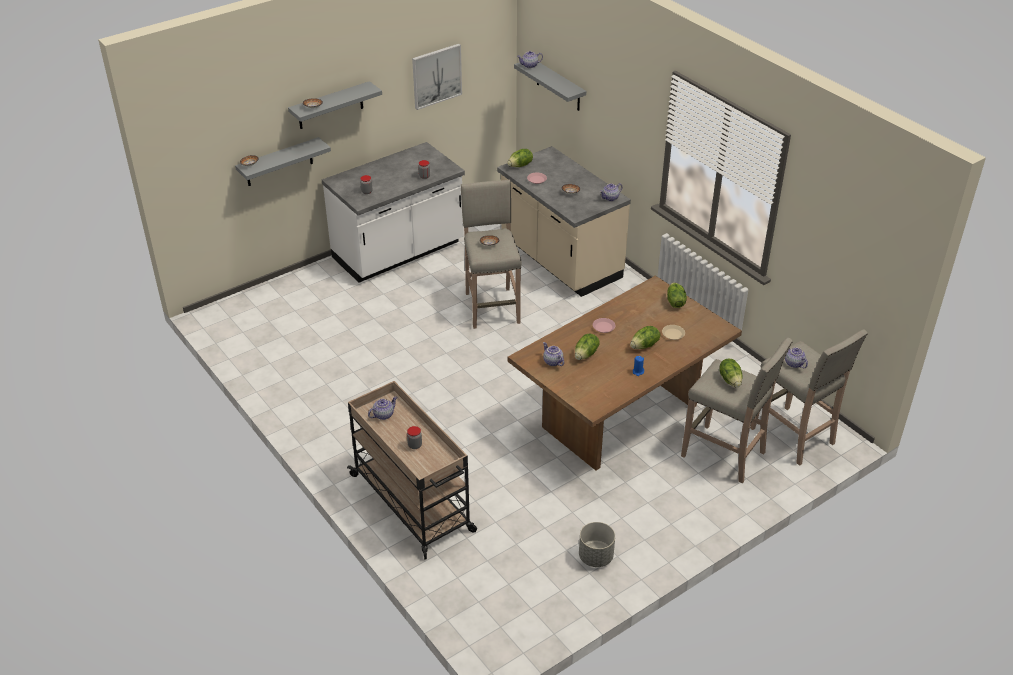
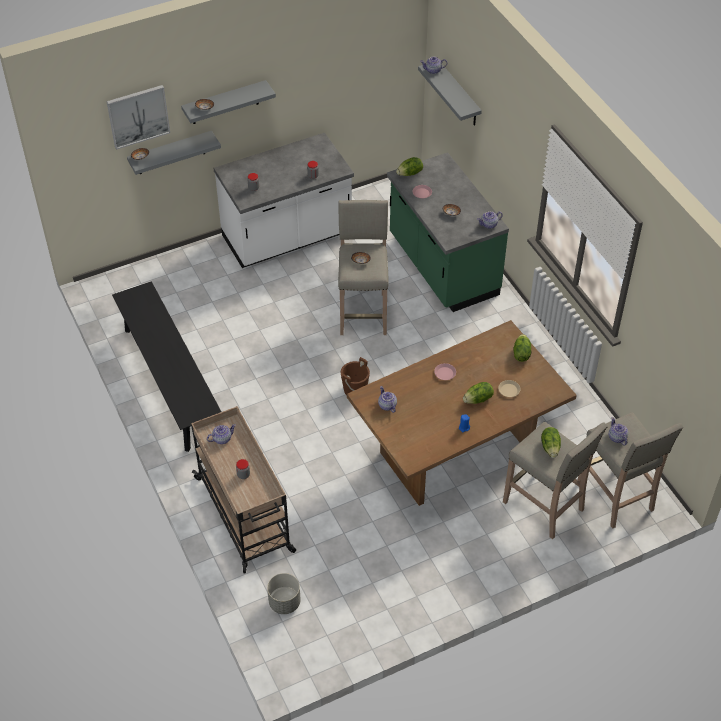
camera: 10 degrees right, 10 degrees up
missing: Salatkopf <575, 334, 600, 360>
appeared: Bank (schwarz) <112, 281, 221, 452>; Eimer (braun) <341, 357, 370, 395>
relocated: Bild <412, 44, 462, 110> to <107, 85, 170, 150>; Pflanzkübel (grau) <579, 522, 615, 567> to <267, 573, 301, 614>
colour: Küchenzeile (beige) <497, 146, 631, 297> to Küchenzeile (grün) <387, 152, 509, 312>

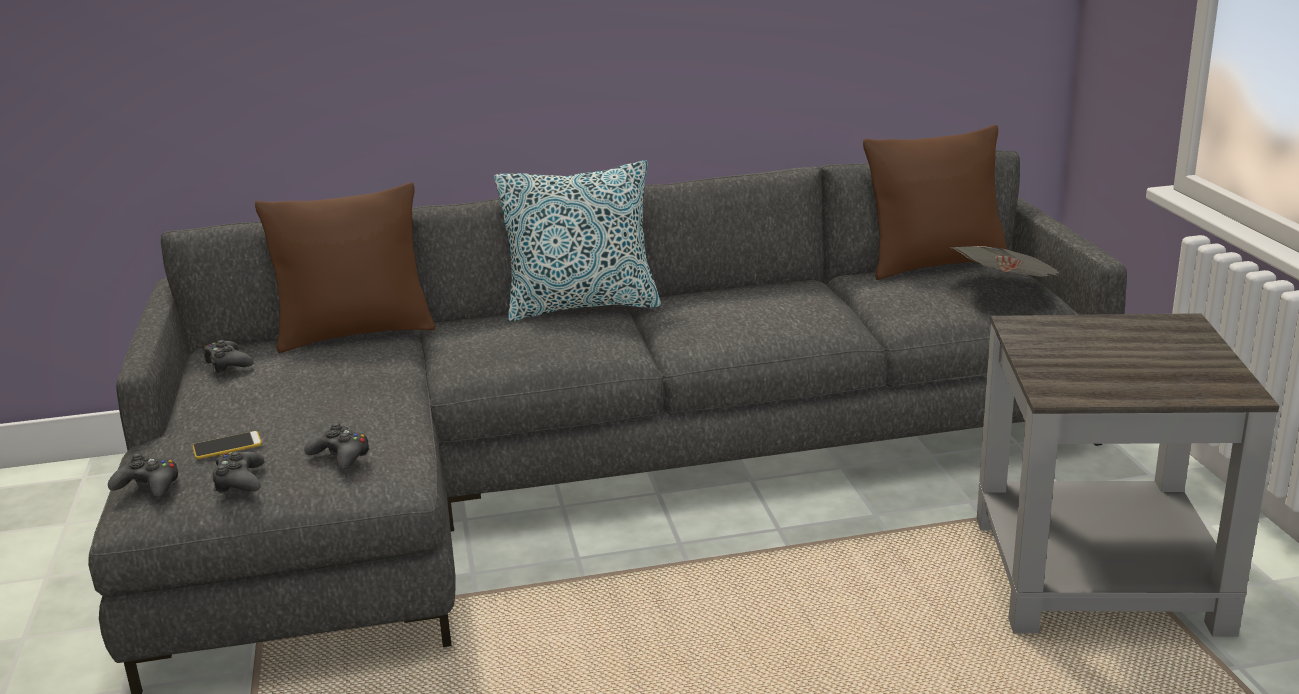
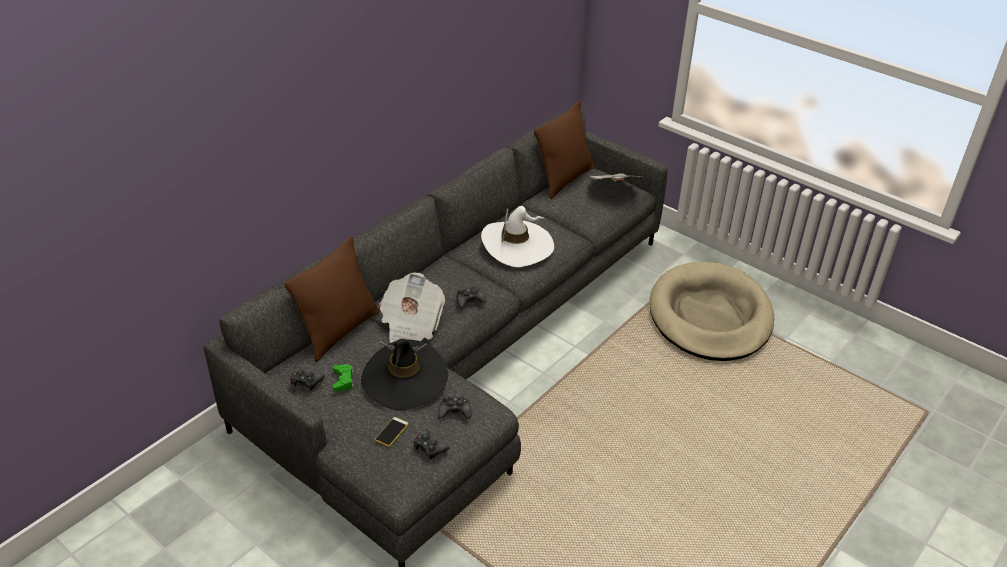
camera: 40 degrees left, 15 degrees up
missing: Kissen <494, 160, 661, 322>
appeared: Hut (weiß) <481, 206, 554, 267>; Zeitung <379, 273, 445, 343>; Hut (schwarz) <361, 339, 448, 410>; Gamepad (grün) <333, 364, 354, 391>
relocated: Gamepad (schwarz) <108, 453, 178, 497> to <457, 287, 486, 309>
exchanged: Beistelltisch (grau) <977, 313, 1279, 637> to Hundebett (beige) <649, 262, 774, 361>

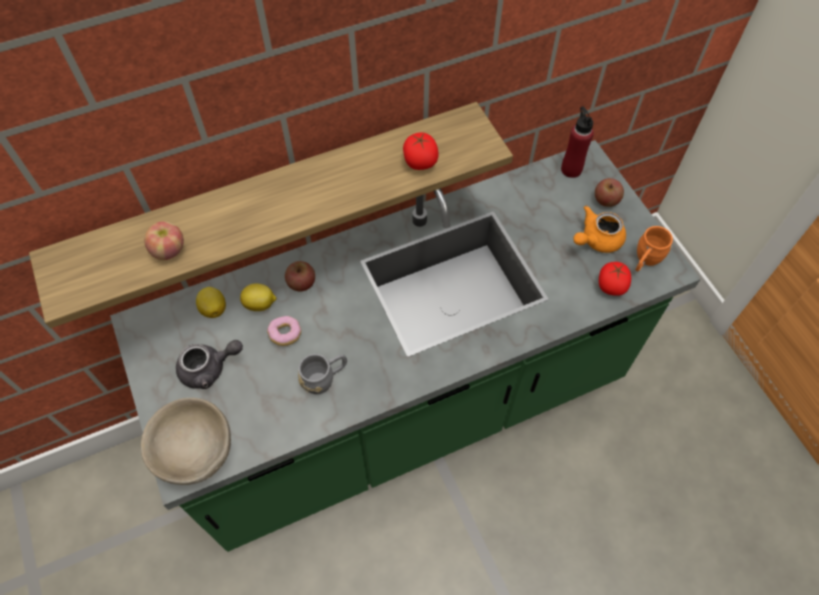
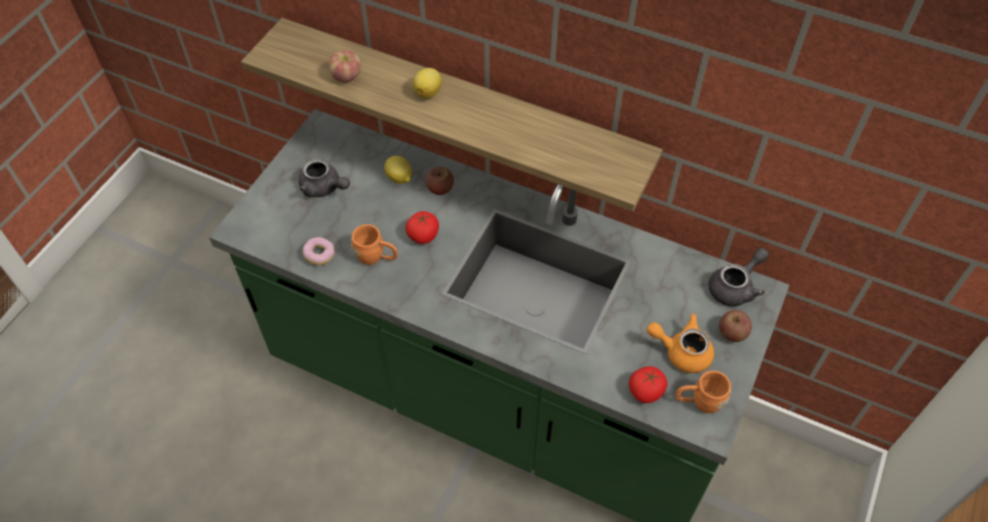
camera: 50 degrees right, 5 degrees down
missing: Schüssel (beige) <141, 398, 231, 485>
relocated: Tomate <403, 132, 439, 170> to <405, 211, 439, 244>; Zitrone <196, 287, 226, 318> to <413, 68, 442, 99>; Donut <267, 316, 301, 346> to <303, 237, 335, 265>
exchanged: Flasche (rot) <561, 106, 594, 178> to Teekanne (grau) <709, 248, 769, 306>
colour: Henkelbecher (grau) <298, 354, 347, 394> to Henkelbecher (orange) <351, 224, 398, 265>

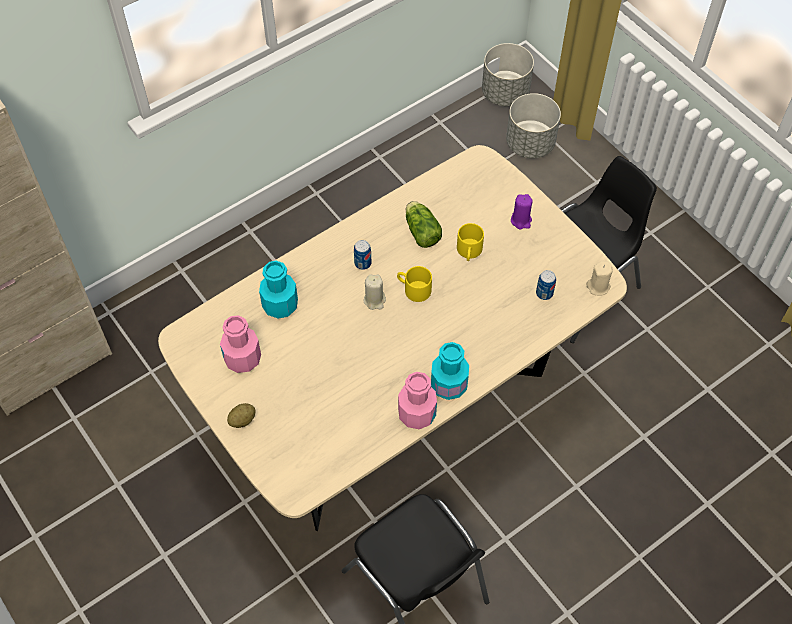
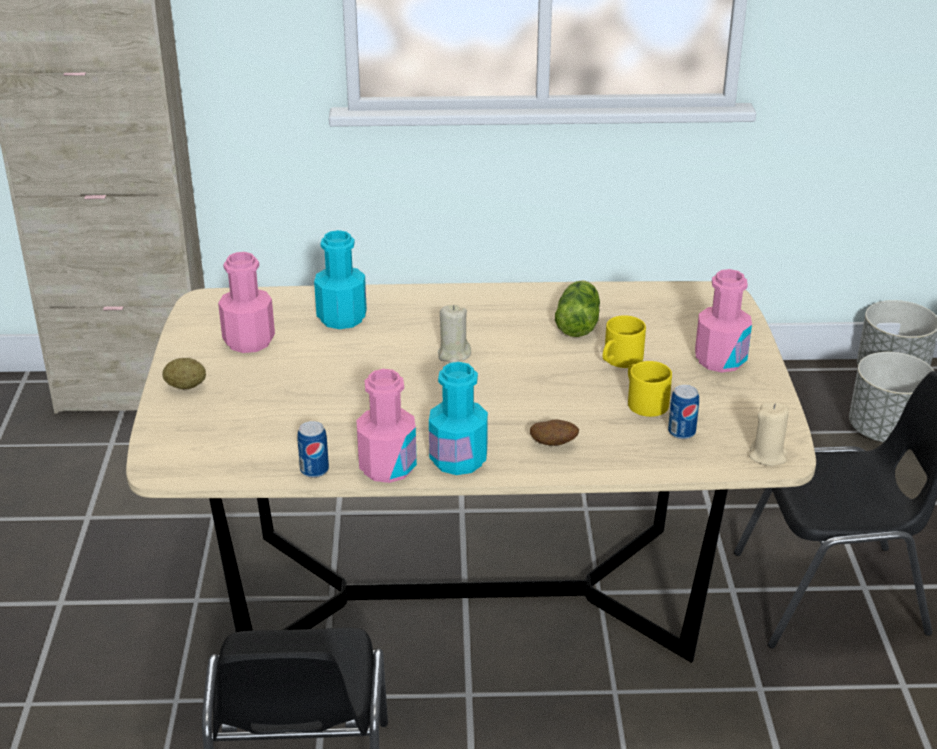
camera: 35 degrees right, 25 degrees down
appeared: Kartoffel <530, 420, 579, 446>
relocated: Dose <354, 240, 371, 270> to <297, 421, 329, 478>; Henkelbecher (gelb) <397, 266, 432, 302> to <628, 361, 672, 417>
exchanged: Kerze (lila) <511, 194, 533, 229> to Flasche (rosa) <695, 269, 752, 373>

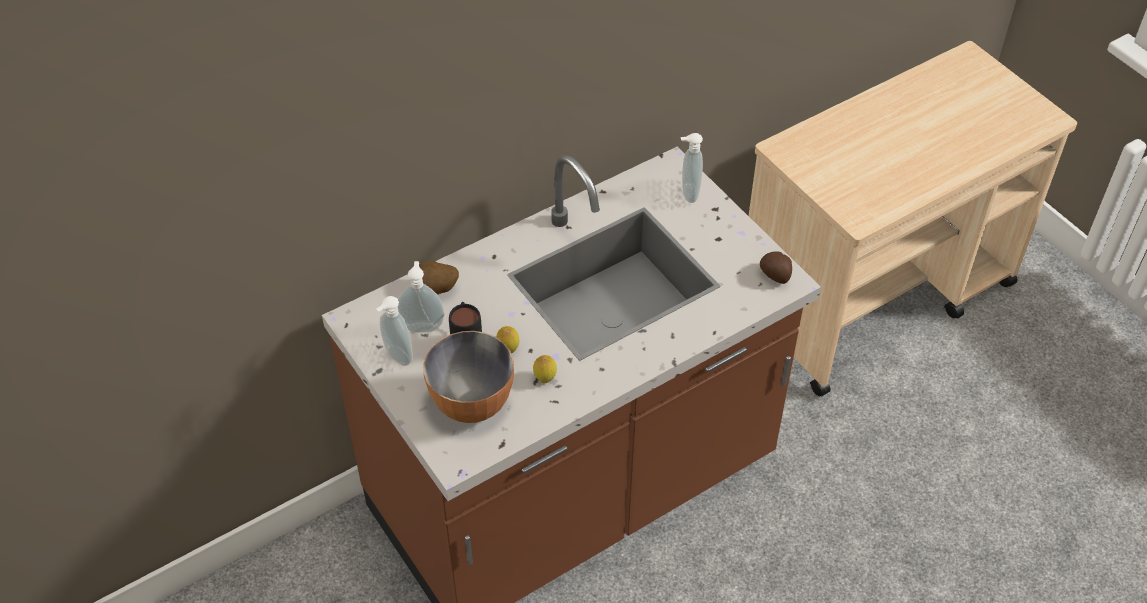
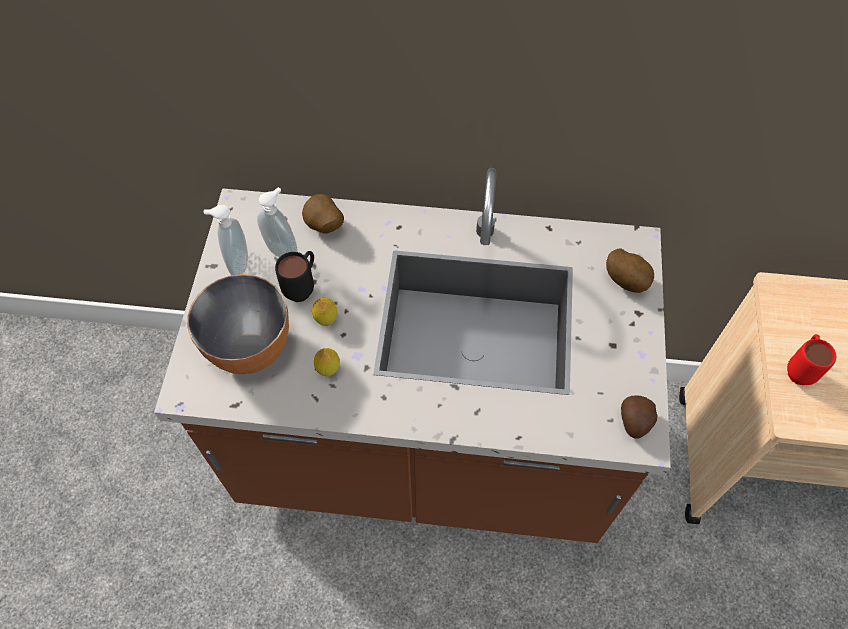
camera: 40 degrees right, 10 degrees up
appeared: Henkelbecher (rot) <787, 334, 836, 385>
exchanged: Seifenspender <681, 133, 703, 203> to Kartoffel <606, 249, 654, 293>

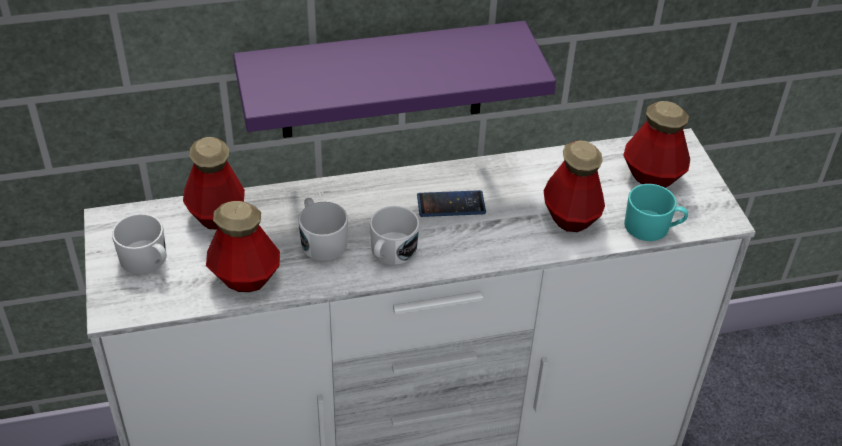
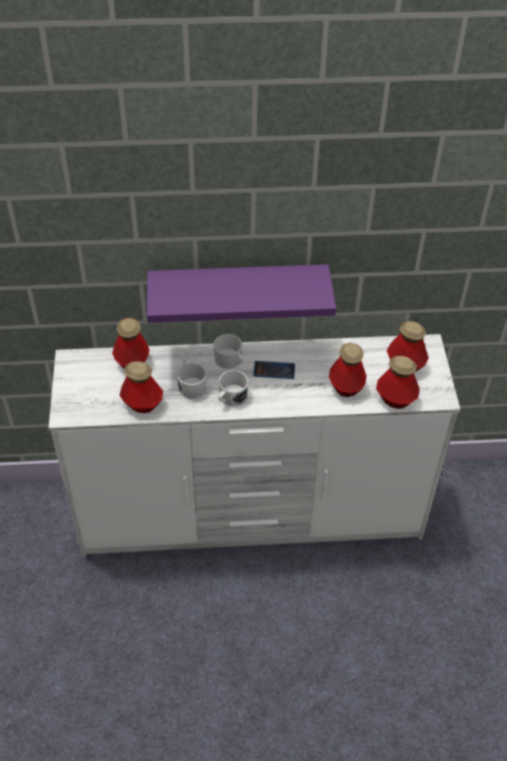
camera: 10 degrees right, 5 degrees up
relocated: Henkelbecher (weiß) <112, 214, 167, 274> to <213, 334, 243, 369>
exchanged: Henkelbecher (türkis) <624, 184, 688, 241> to Flasche <376, 356, 420, 409>

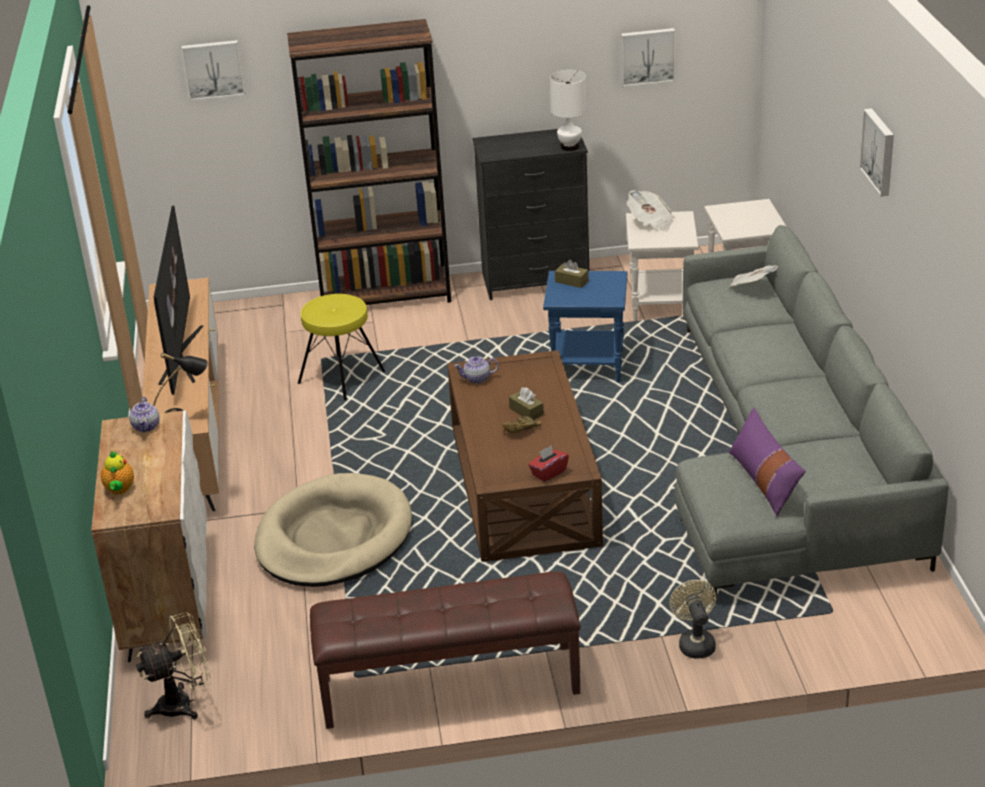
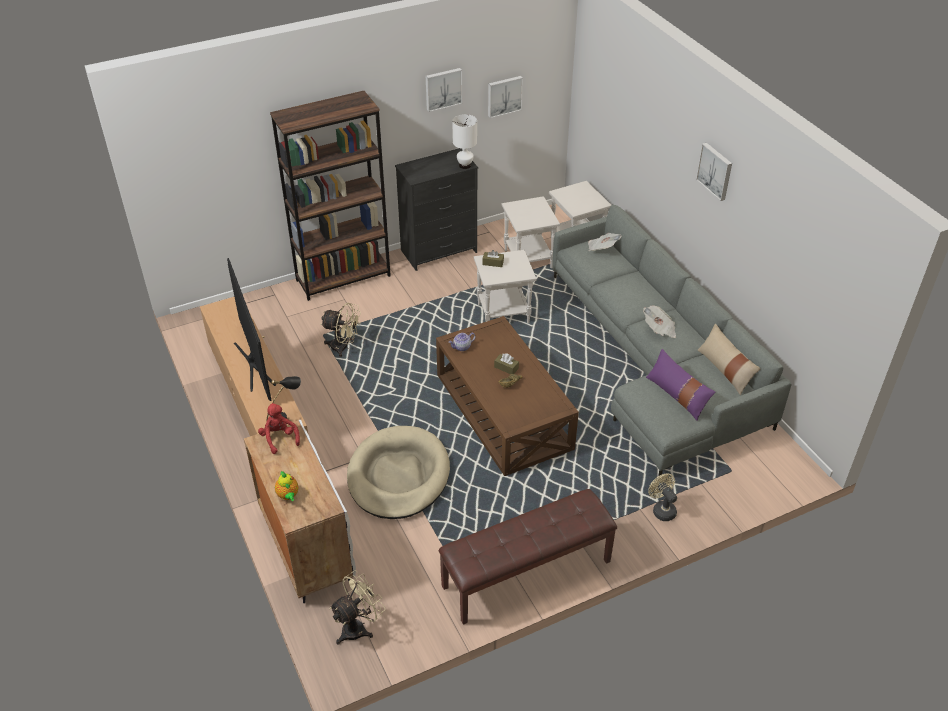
camera: 20 degrees left, 10 degrees up
missing: Taschentuchbox (rot) <528, 445, 569, 482>
appeared: Kissen (beige) <698, 324, 761, 395>
relocated: Bild <181, 40, 245, 101> to <426, 68, 462, 112>; Zeitung <627, 190, 675, 232> to <643, 305, 676, 338>
exchanged: Hocker (gelb) <298, 294, 385, 400> to Ventilator (beige) <321, 303, 361, 357>; Teekanne <129, 397, 160, 432> to Plüschtier (rot) <258, 403, 300, 454>
colour: Beistelltisch (blau) <543, 271, 627, 383> to Beistelltisch (weiß) <474, 250, 536, 323>

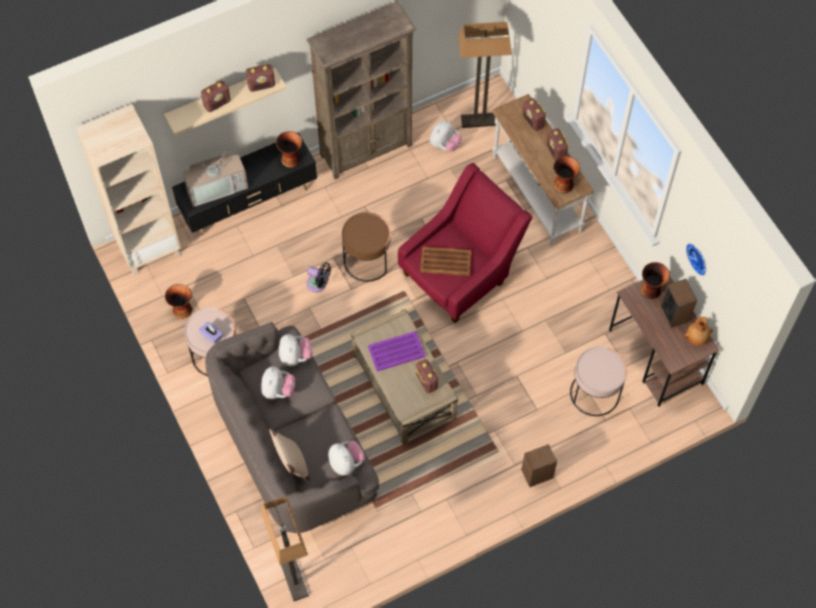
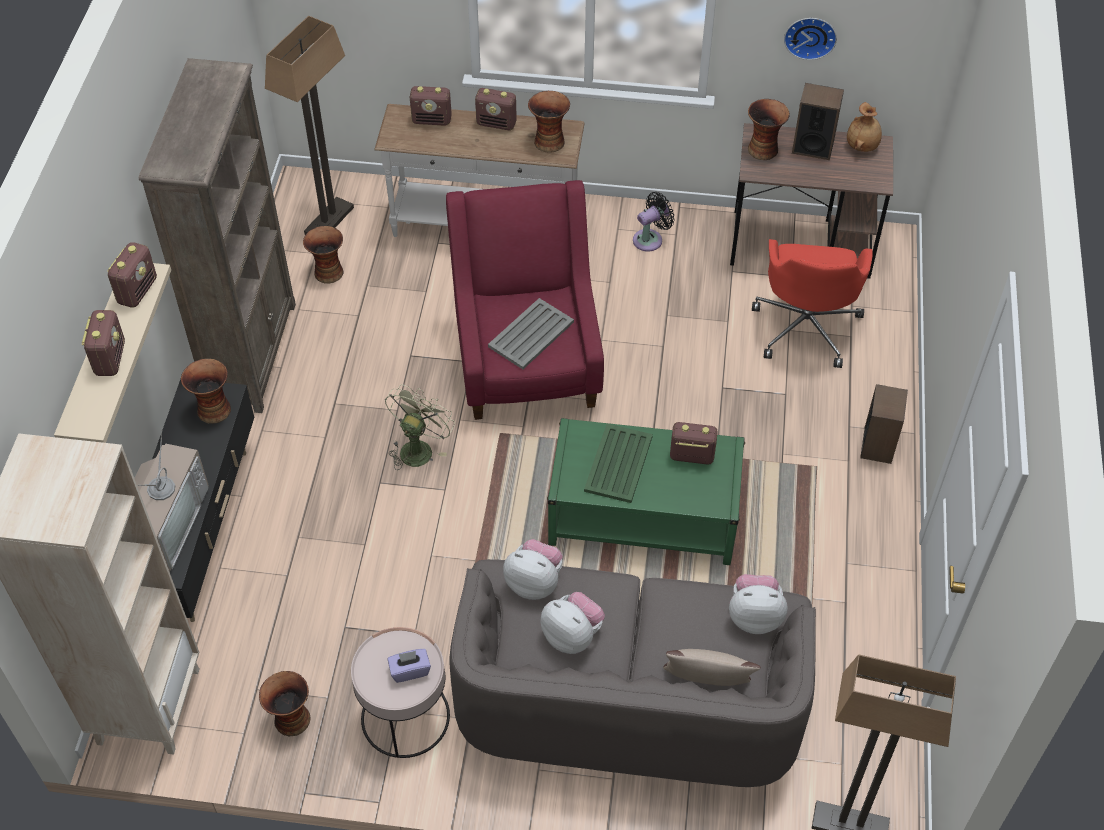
camera: 55 degrees left, 10 degrees down
relocated: Ventilator (schwarz) <306, 262, 331, 293> to <633, 192, 674, 252>
exchanged: Plüschtier <429, 121, 462, 152> to Vase <303, 226, 343, 284>; Beistelltisch (braun) <342, 212, 391, 282> to Ventilator (grün) <385, 384, 455, 470>; Beistelltisch (rosa) <570, 346, 627, 416> to Bürostuhl (rot) <752, 239, 872, 368>
colour: Tablett (braun) <420, 247, 471, 276> to Tablett (grau) <488, 298, 574, 369>; Couchtisch (beige) <351, 309, 458, 445> to Couchtisch (grün) <547, 418, 745, 565>; Tablett (lila) <368, 331, 425, 371> to Tablett (grün) <584, 424, 653, 503>

